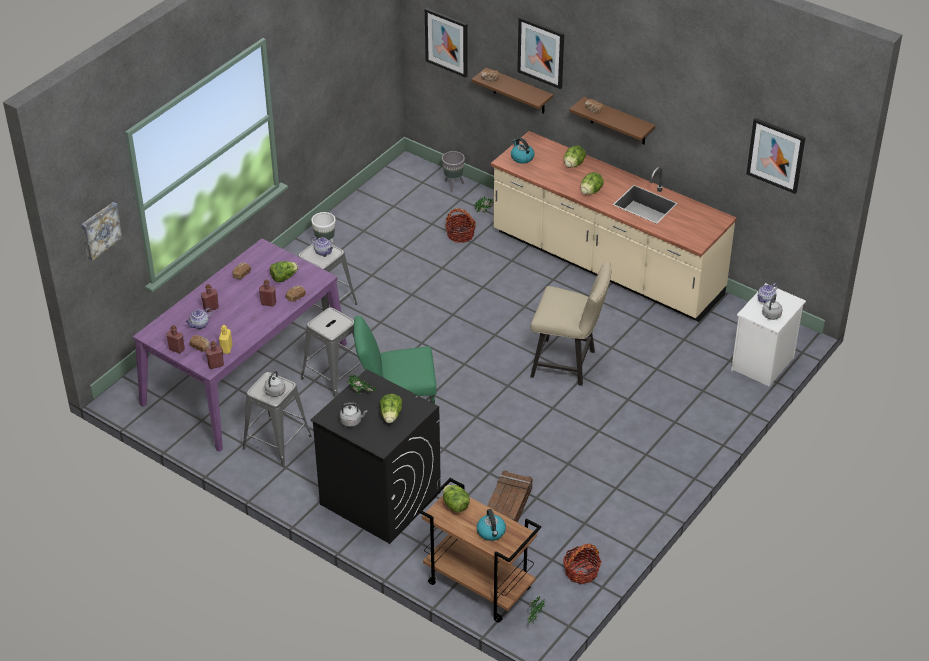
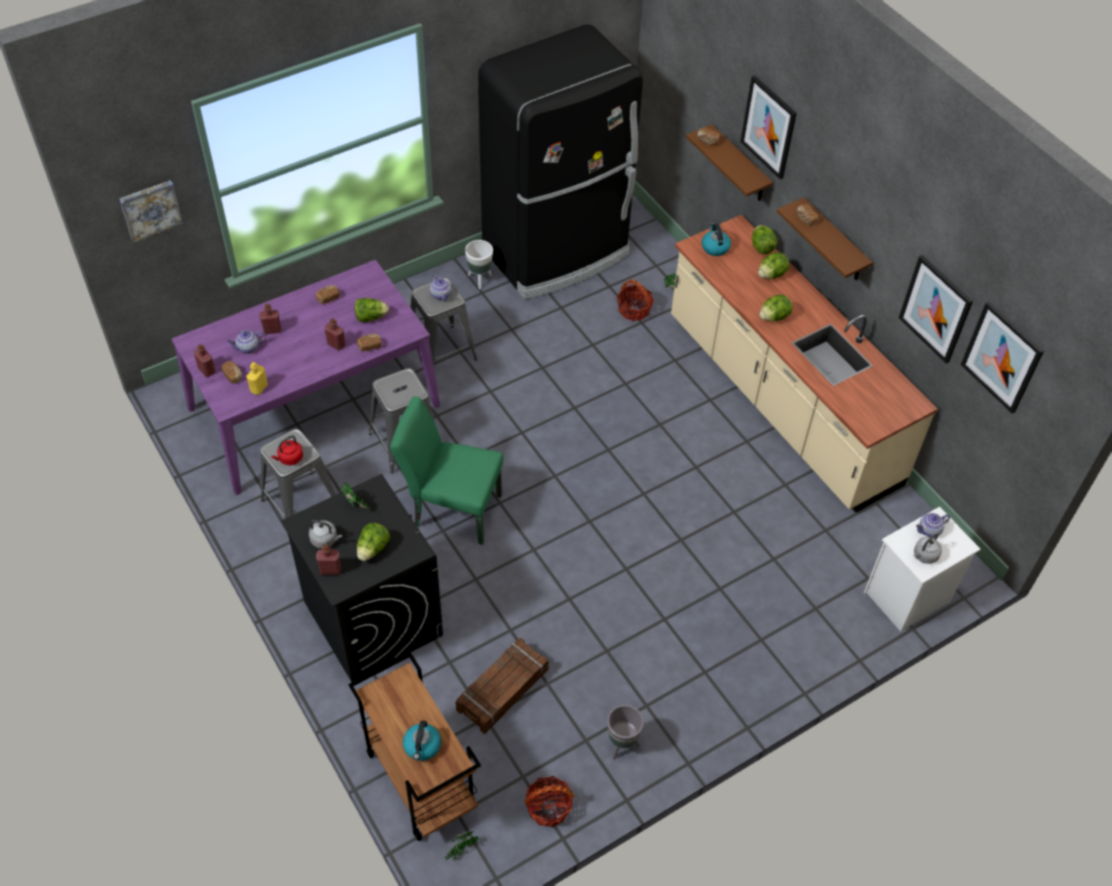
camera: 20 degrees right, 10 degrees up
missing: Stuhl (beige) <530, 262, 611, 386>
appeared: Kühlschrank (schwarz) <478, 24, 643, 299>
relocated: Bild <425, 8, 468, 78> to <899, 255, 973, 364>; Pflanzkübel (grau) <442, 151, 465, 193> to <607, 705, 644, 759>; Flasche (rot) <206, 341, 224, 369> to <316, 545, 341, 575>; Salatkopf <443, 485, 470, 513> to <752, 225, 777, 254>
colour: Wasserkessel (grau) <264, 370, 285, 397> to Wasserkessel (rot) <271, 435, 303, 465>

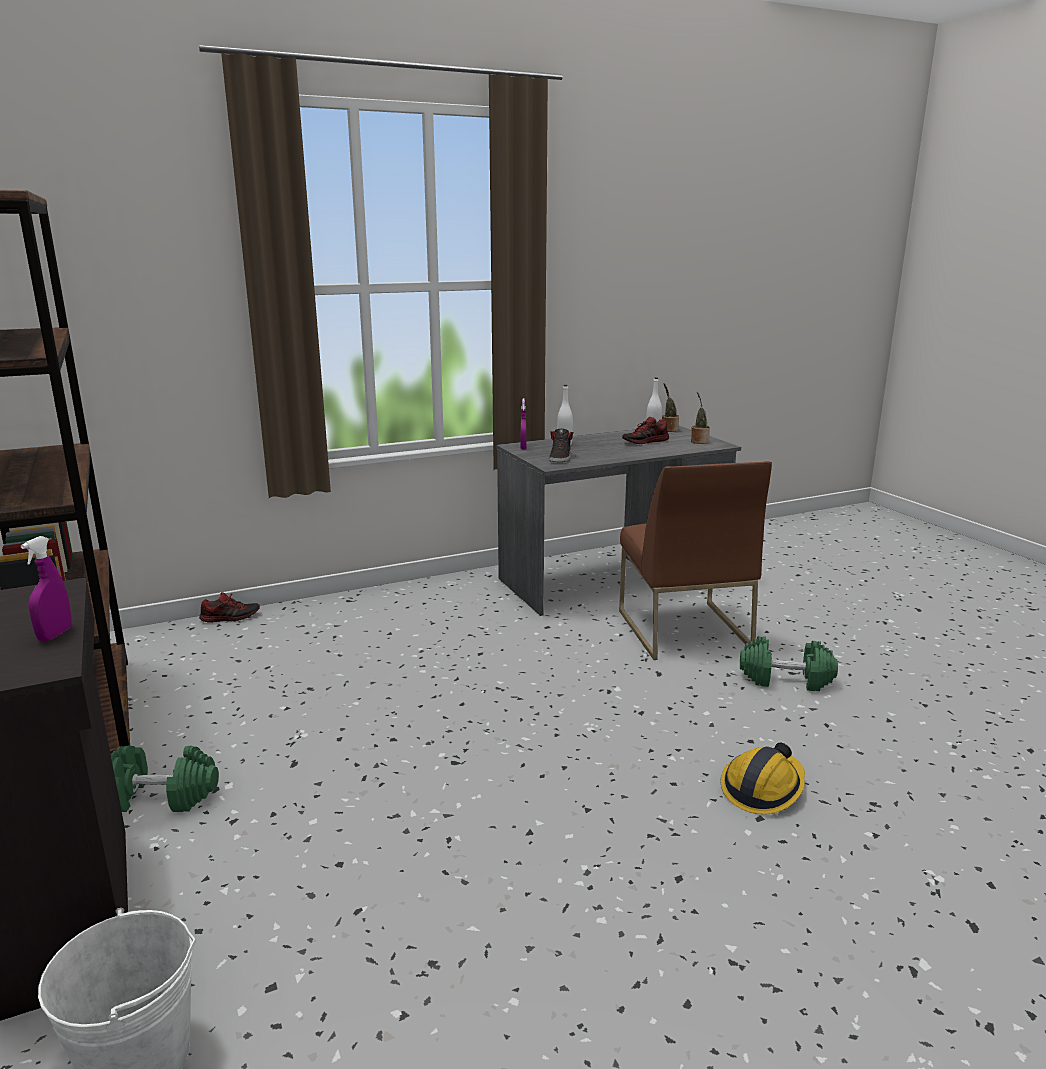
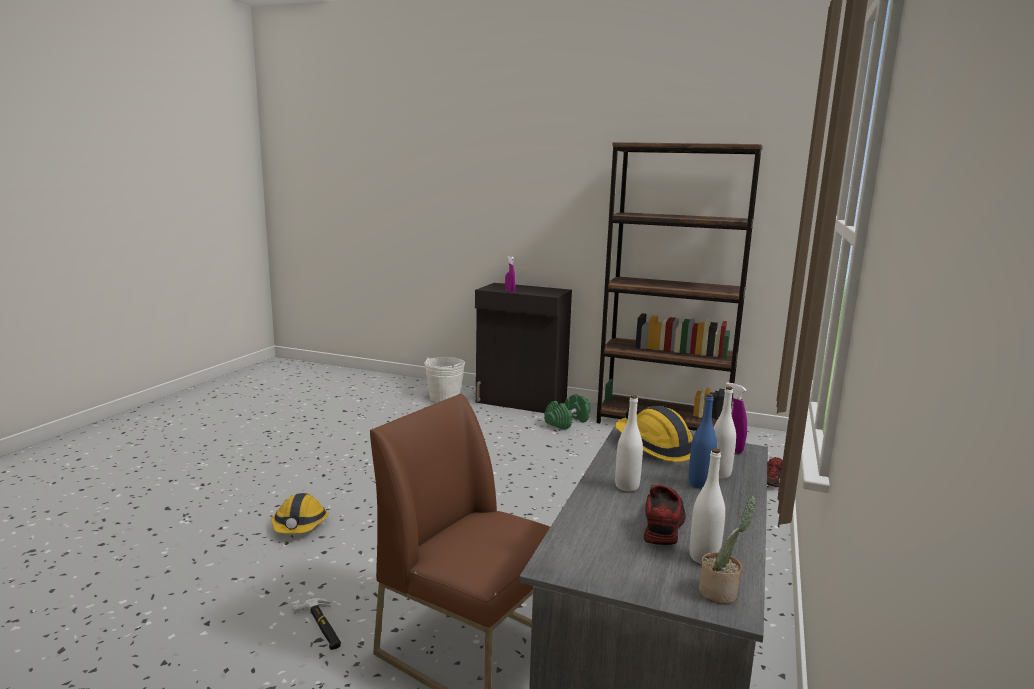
camera: 135 degrees right, 5 degrees down
missing: Topfpflanze <691, 392, 710, 444>
appeared: Flasche (blau) <689, 394, 717, 489>; Flasche (weiß) <615, 395, 643, 491>
exchanged: Schuh (schwarz) <549, 428, 573, 462> to Schutzhelm <615, 406, 693, 462>; Hantel (grün) <740, 636, 838, 691> to Hammer <292, 598, 341, 650>

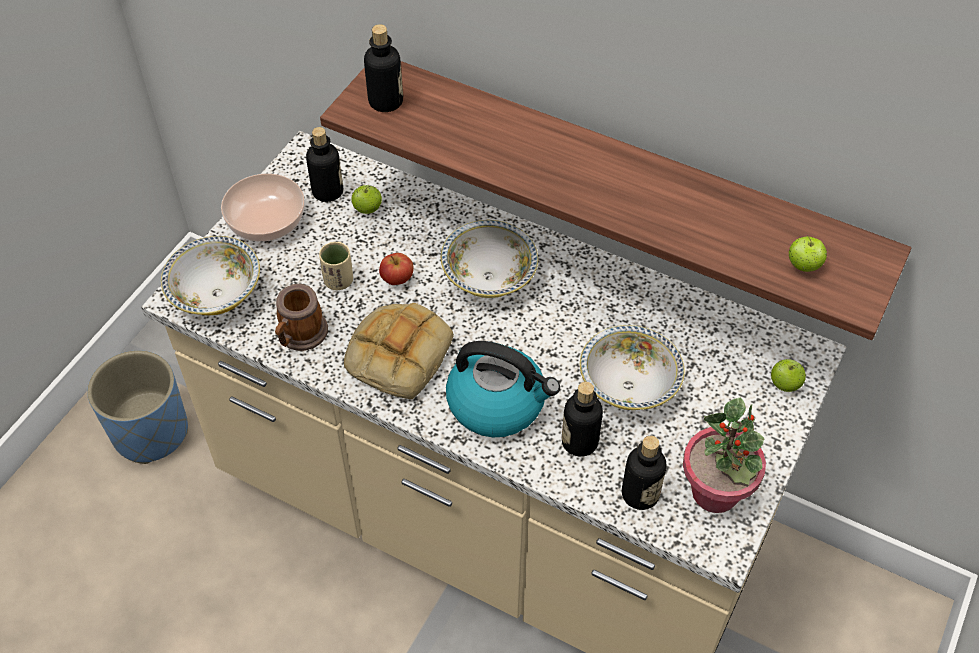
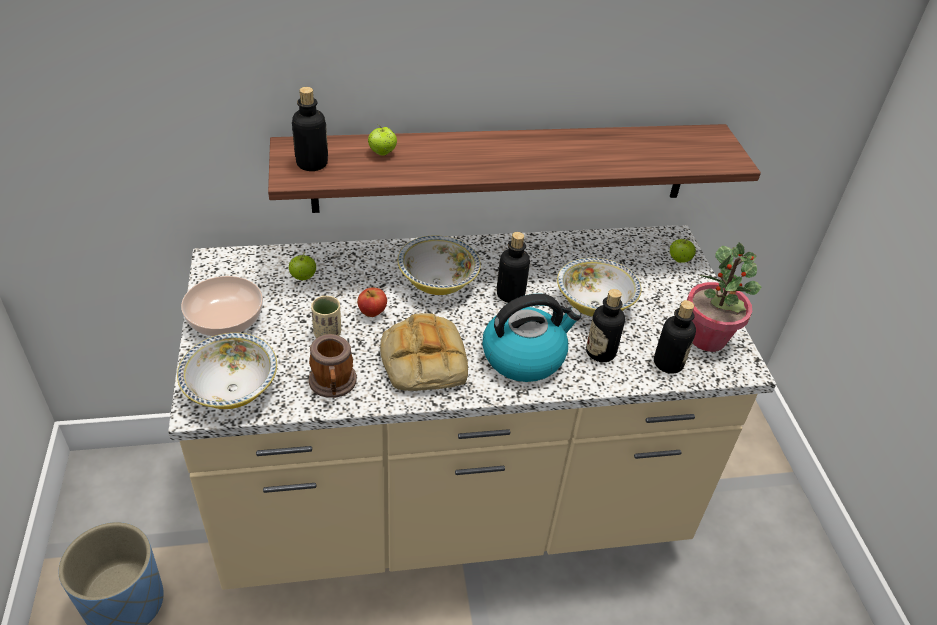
camera: 40 degrees left, 10 degrees down
relocated: Flasche <306, 127, 343, 202> to <496, 232, 530, 303>; Apfel <789, 235, 827, 272> to <368, 124, 397, 156>

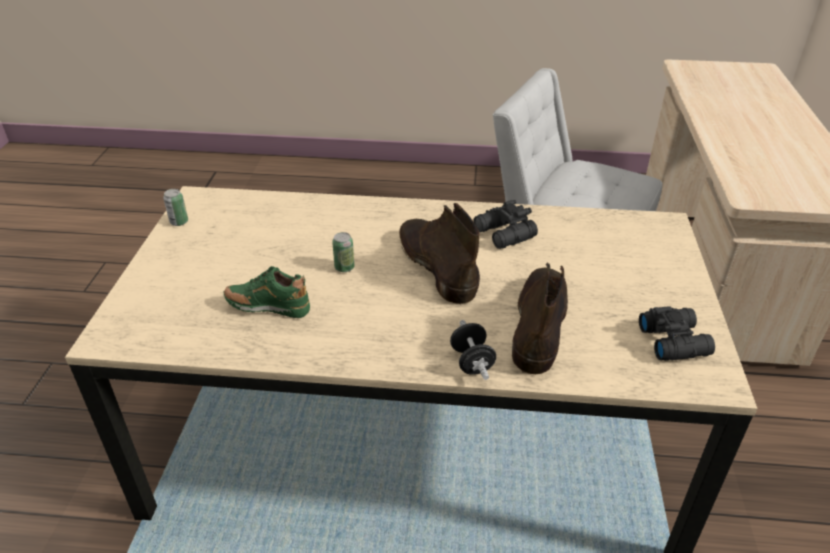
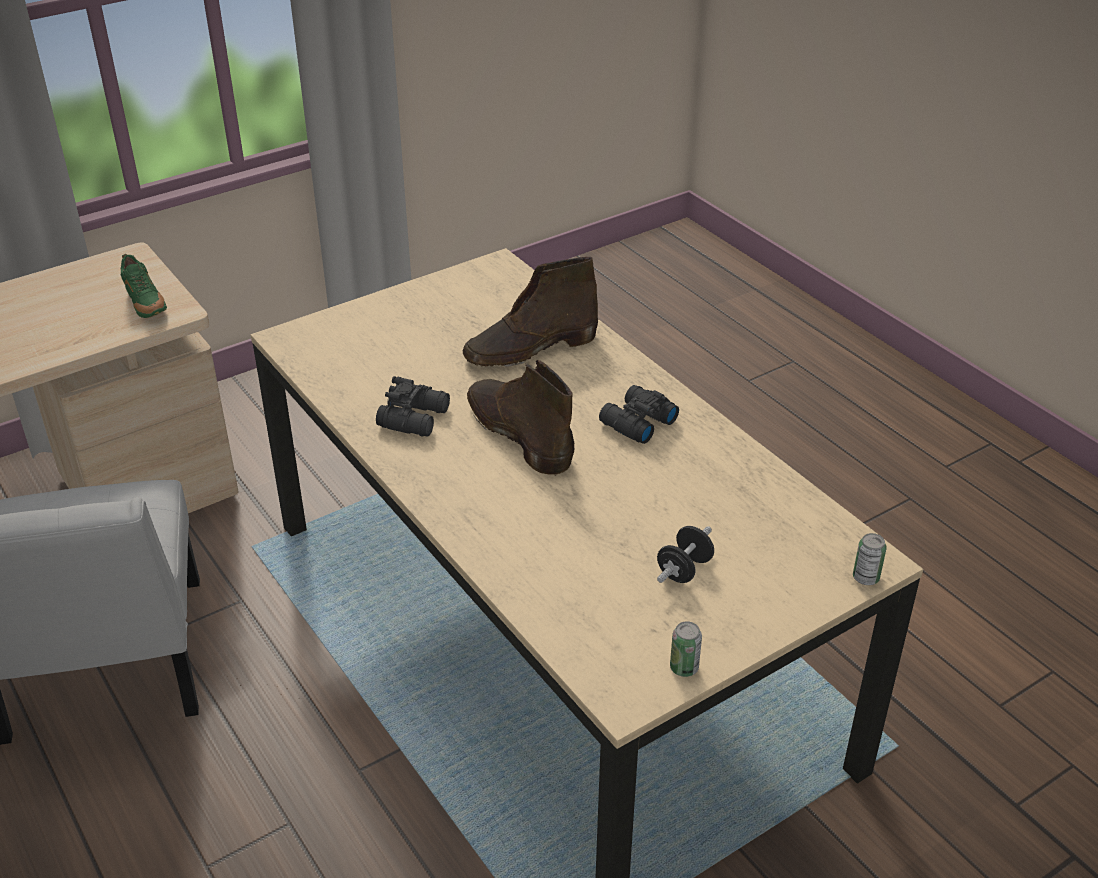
camera: 130 degrees left, 0 degrees up
relocated: Dose <332, 232, 354, 272> to <853, 533, 886, 585>; Schuh (grün) <224, 266, 310, 318> to <121, 254, 167, 318>; Fernglas (schwarz) <639, 306, 715, 361> to <599, 385, 679, 444>; Hantel (schwarz) <450, 320, 496, 380> to <657, 526, 714, 583>
spun: Stiefel (braun) <399, 203, 480, 305> = <467, 360, 574, 476> 120 degrees clockwise

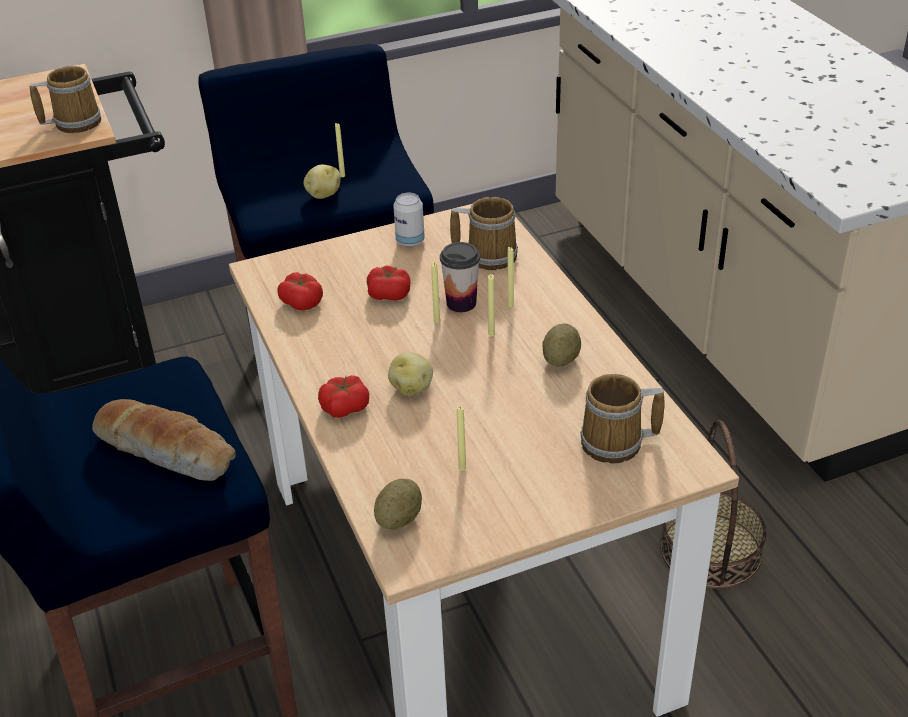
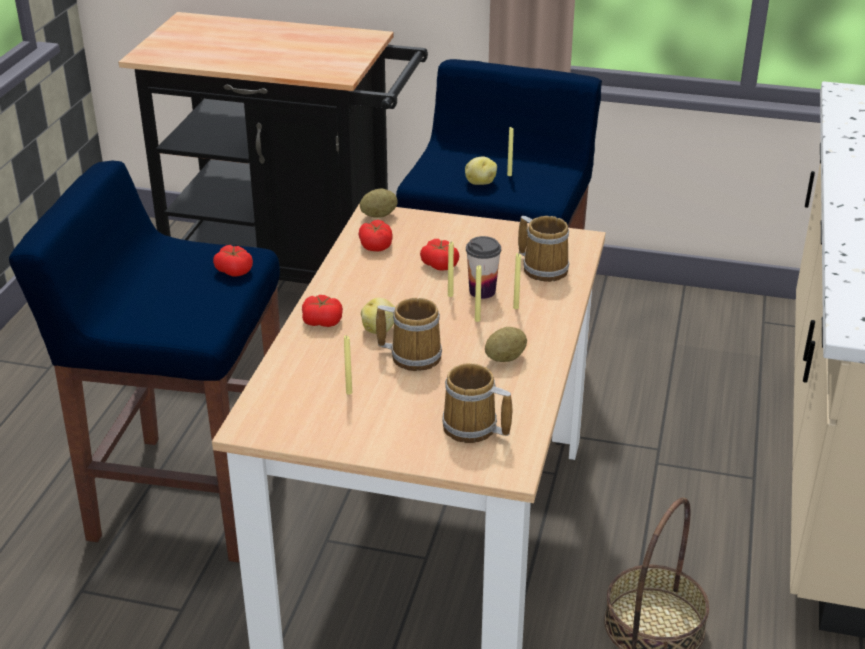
camera: 35 degrees right, 5 degrees down
missing: Dose <393, 193, 425, 247>; Brot <92, 399, 235, 481>
appeared: Tomate <213, 245, 253, 277>
relocated: Henkelbecher <29, 66, 101, 133> to <376, 298, 442, 371>; Kartoffel <374, 479, 422, 529> to <360, 188, 398, 218>

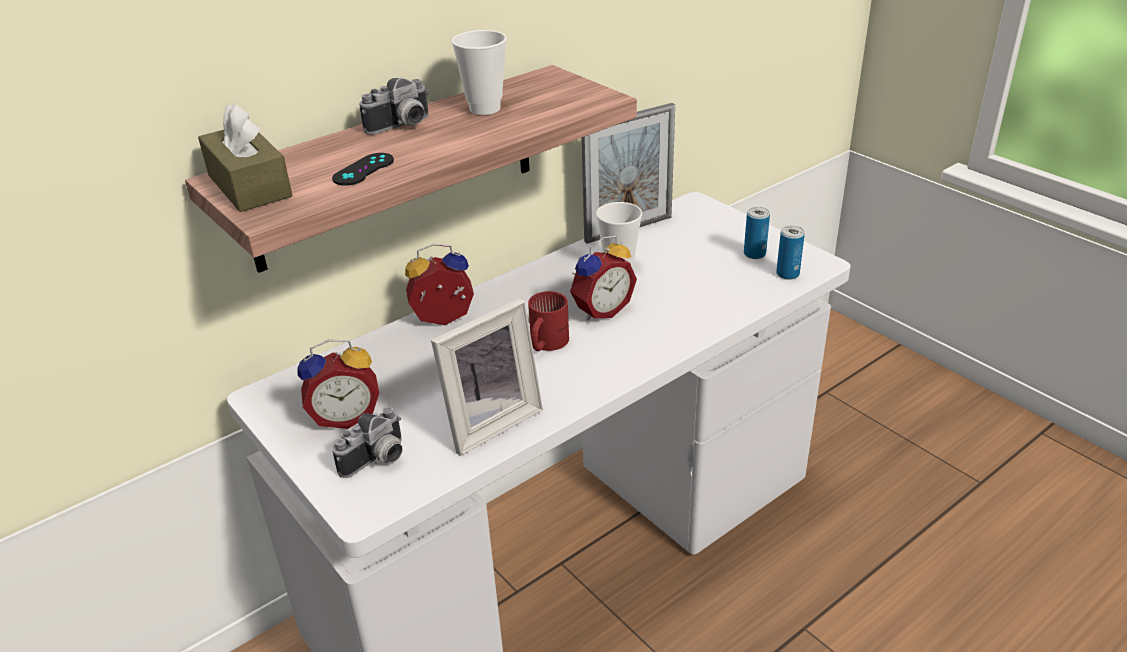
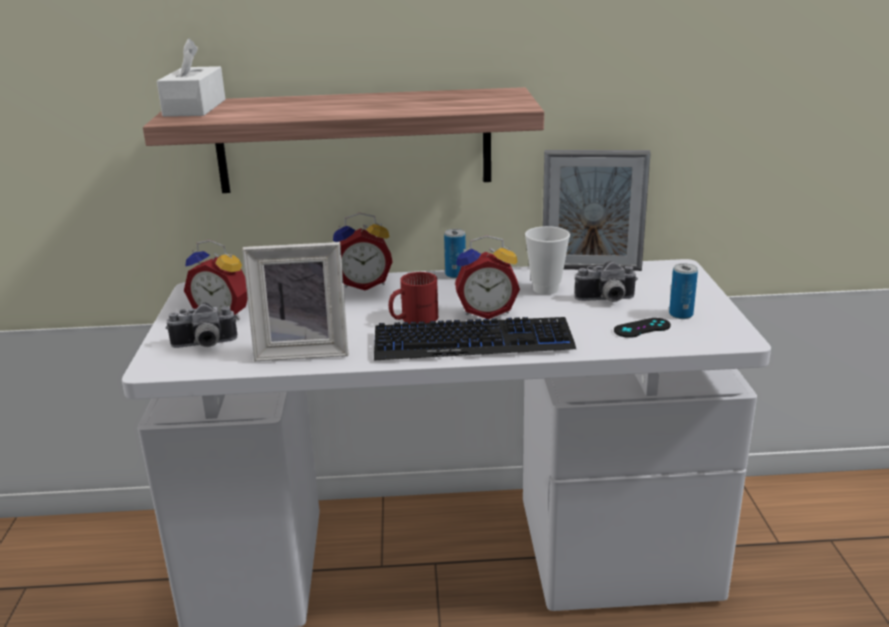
camera: 35 degrees right, 10 degrees down
missing: Tasse <452, 30, 507, 115>
appeared: Tastatur <374, 317, 576, 360>
relocated: Kamera <359, 78, 429, 135> to <575, 261, 638, 302>; Gamepad (schwarz) <332, 153, 394, 186> to <614, 318, 671, 338>; Dose <776, 226, 805, 280> to <444, 229, 466, 278>
colour: Taschentuchbox (braun) <198, 103, 292, 212> to Taschentuchbox (weiß) <157, 38, 225, 117>
spun: Wecker <405, 244, 474, 325> = <333, 213, 393, 291> 150 degrees clockwise

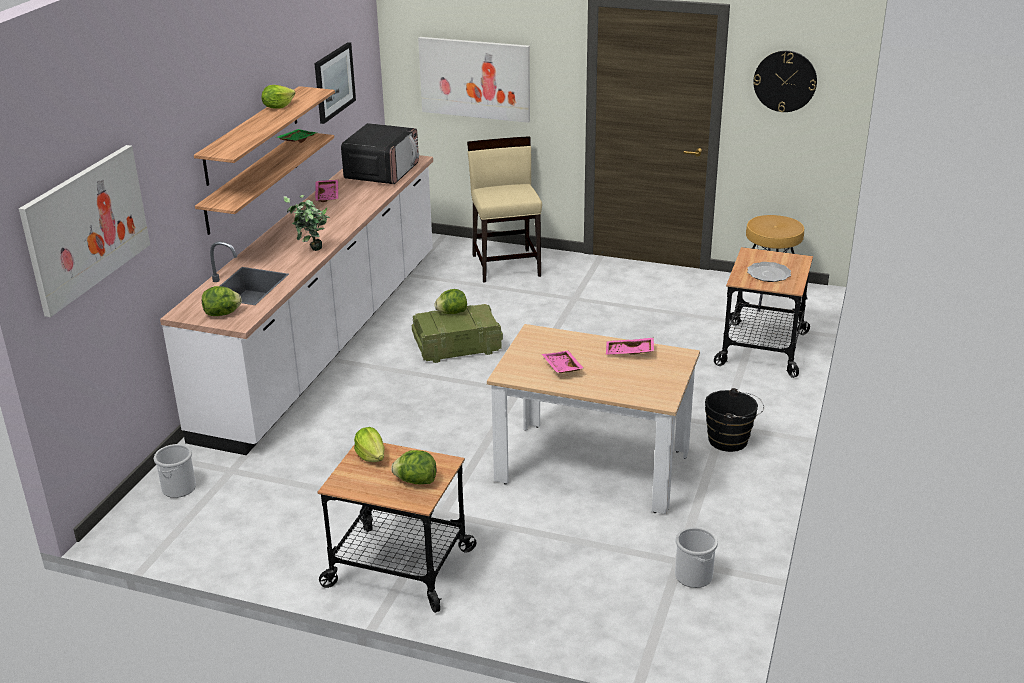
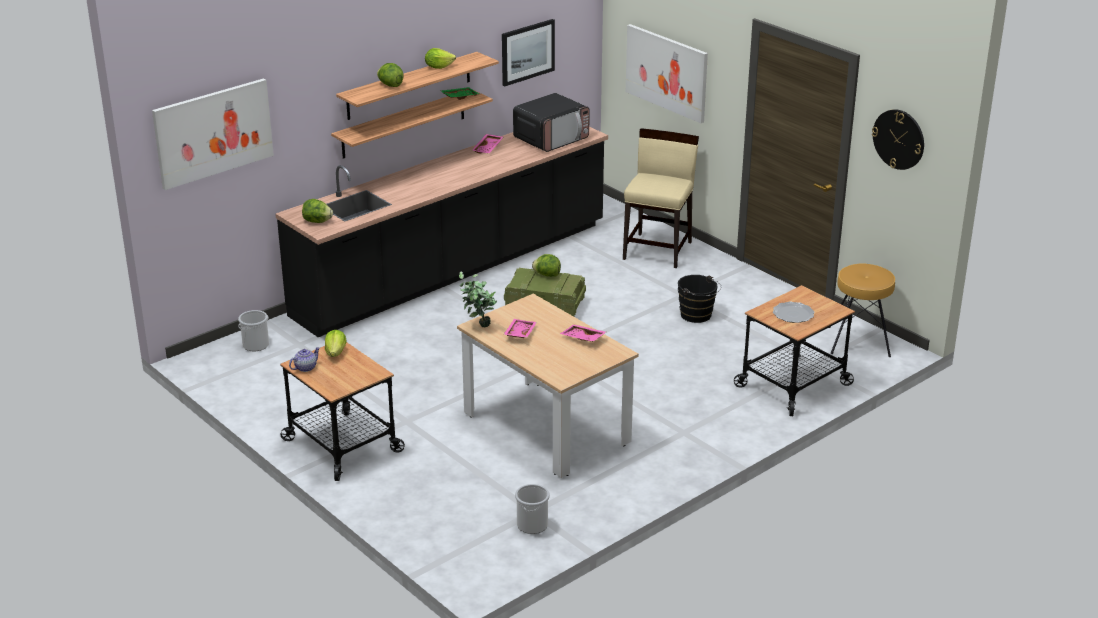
camera: 30 degrees right, 0 degrees up
appeared: Teekanne <289, 347, 320, 372>
relocated: Topfpflanze <283, 195, 330, 251> to <459, 271, 497, 327>; Eimer (schwarz) <705, 388, 764, 452> to <678, 275, 721, 323>; Salatkopf <391, 450, 436, 484> to <377, 63, 404, 87>
colour: Küchenzeile (weiß) <160, 155, 433, 455> to Küchenzeile (schwarz) <275, 127, 608, 337>

